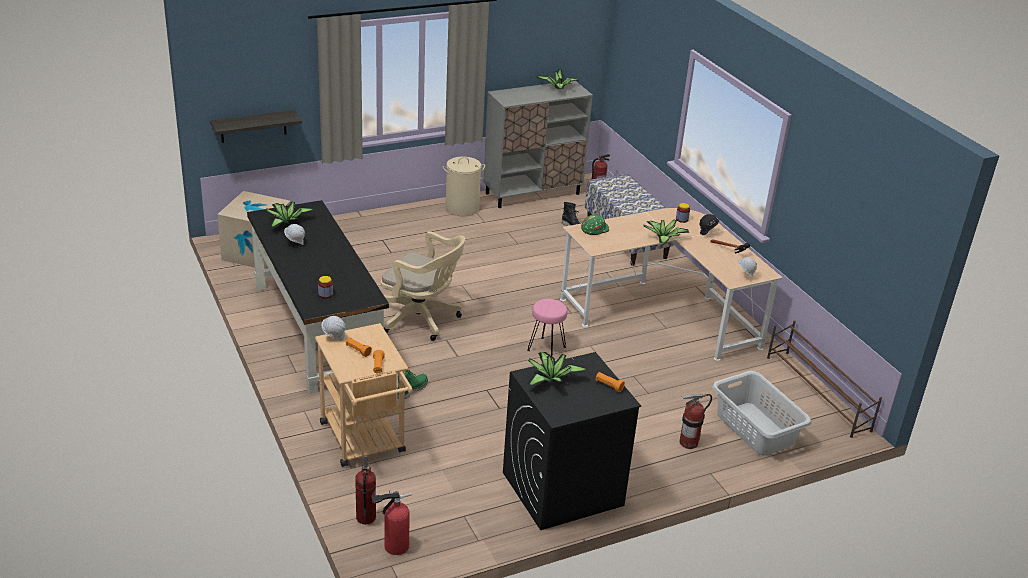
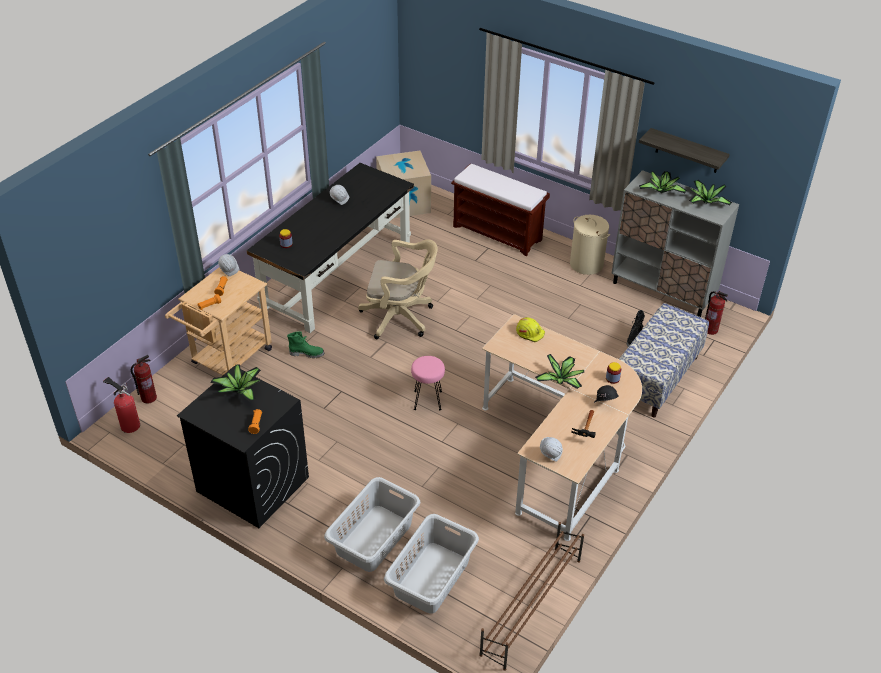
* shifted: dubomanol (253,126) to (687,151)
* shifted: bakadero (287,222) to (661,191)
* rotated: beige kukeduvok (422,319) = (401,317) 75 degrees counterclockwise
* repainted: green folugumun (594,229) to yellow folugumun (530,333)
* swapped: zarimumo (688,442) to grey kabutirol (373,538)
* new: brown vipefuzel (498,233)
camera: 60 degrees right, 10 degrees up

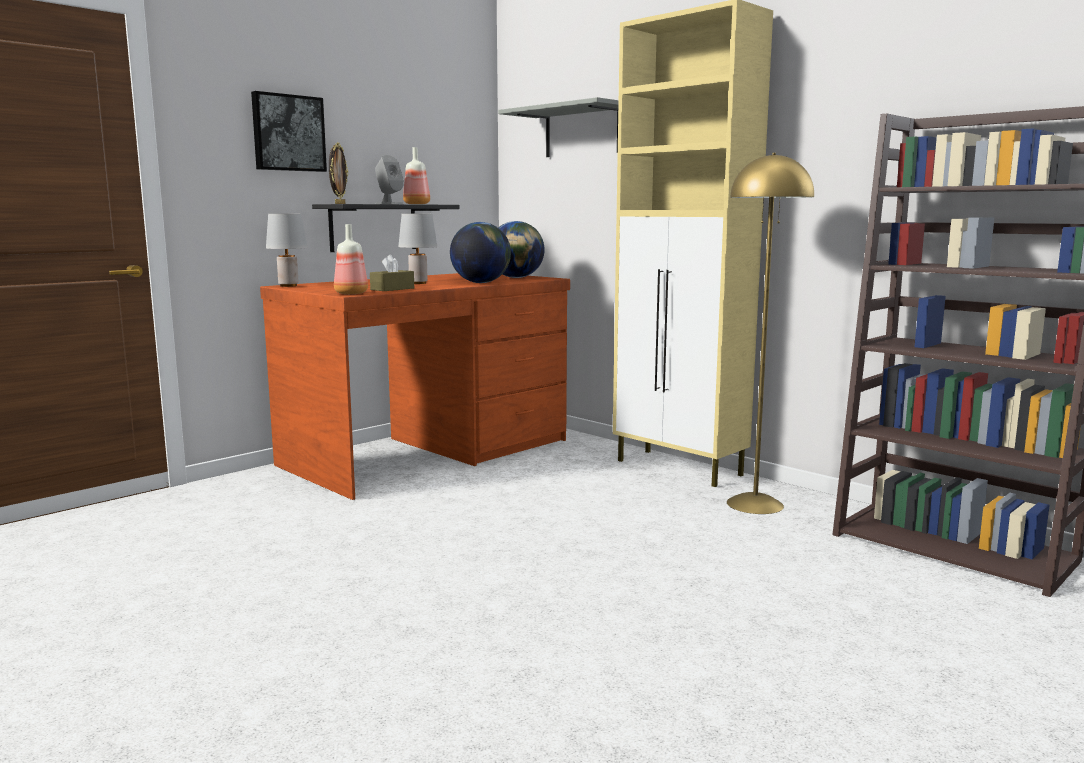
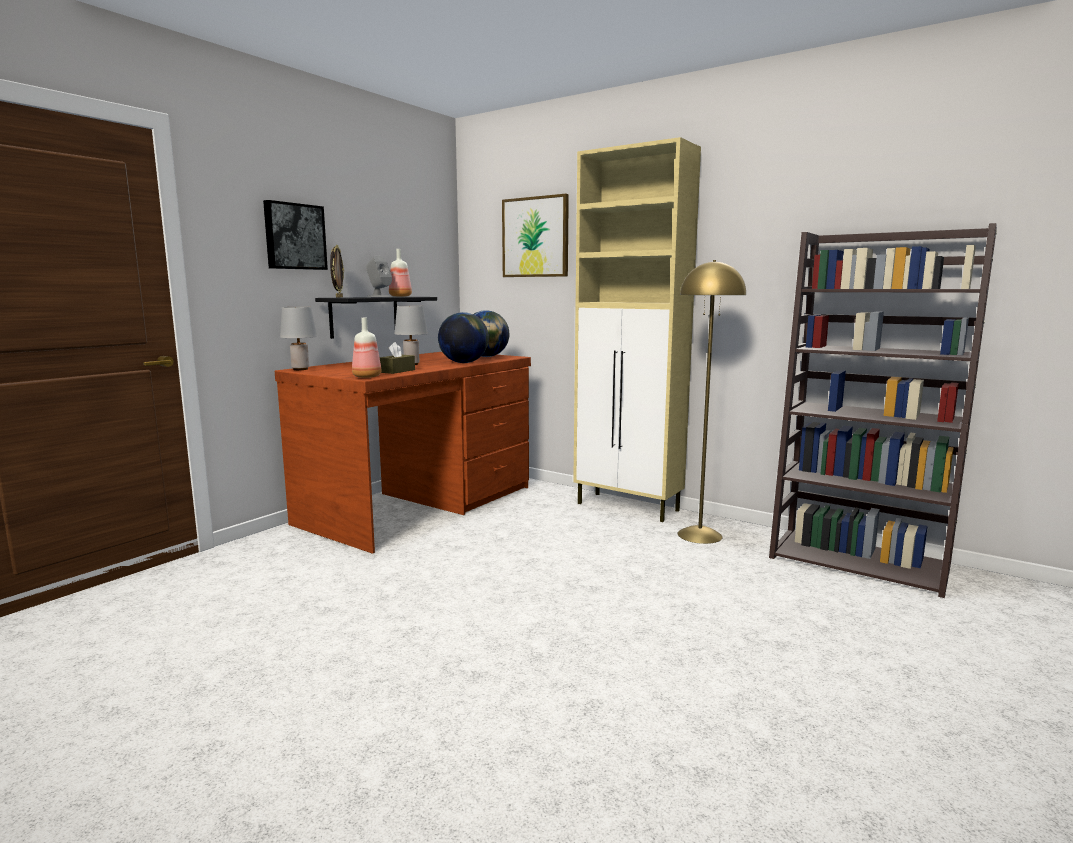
* swapped: grey dubomanol (582,131) to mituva (535,237)
camera: 10 degrees left, 0 degrees up

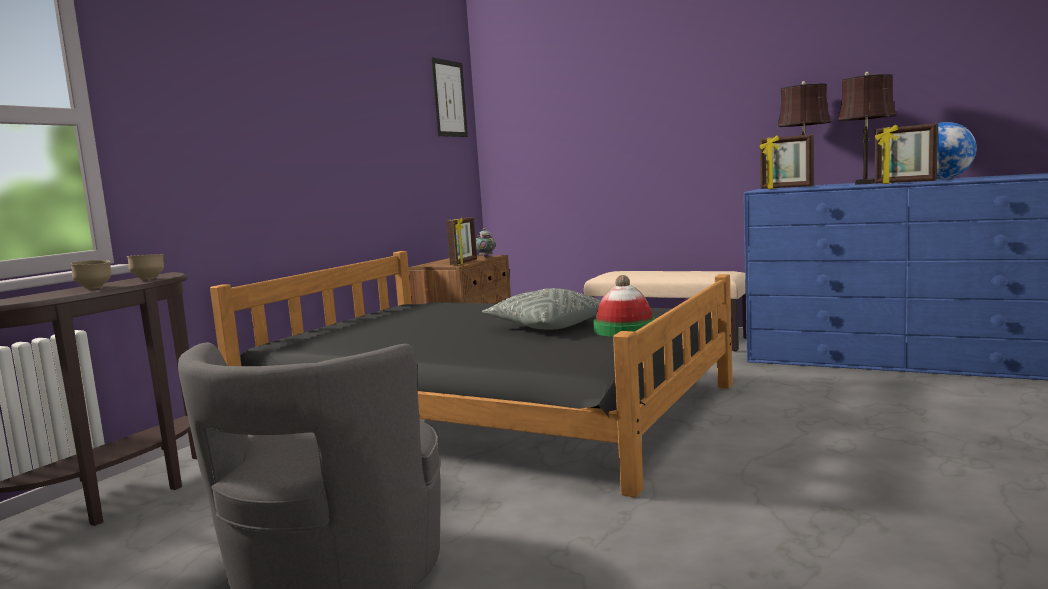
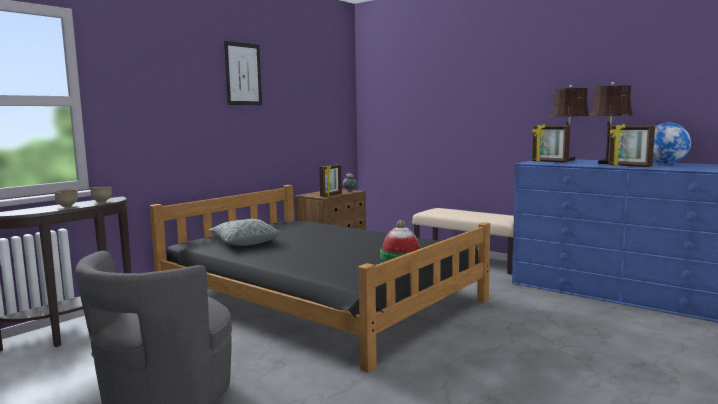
* shifted: mituva (449,98) to (243,74)
* shifted: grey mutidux (545,326) to (244,242)
camera: 10 degrees right, 0 degrees up

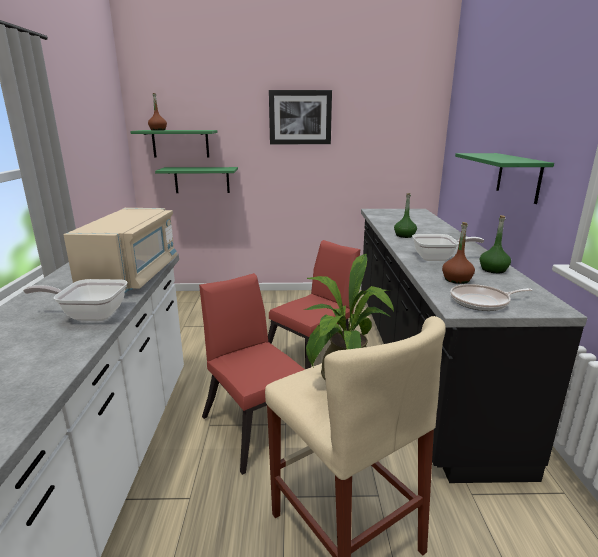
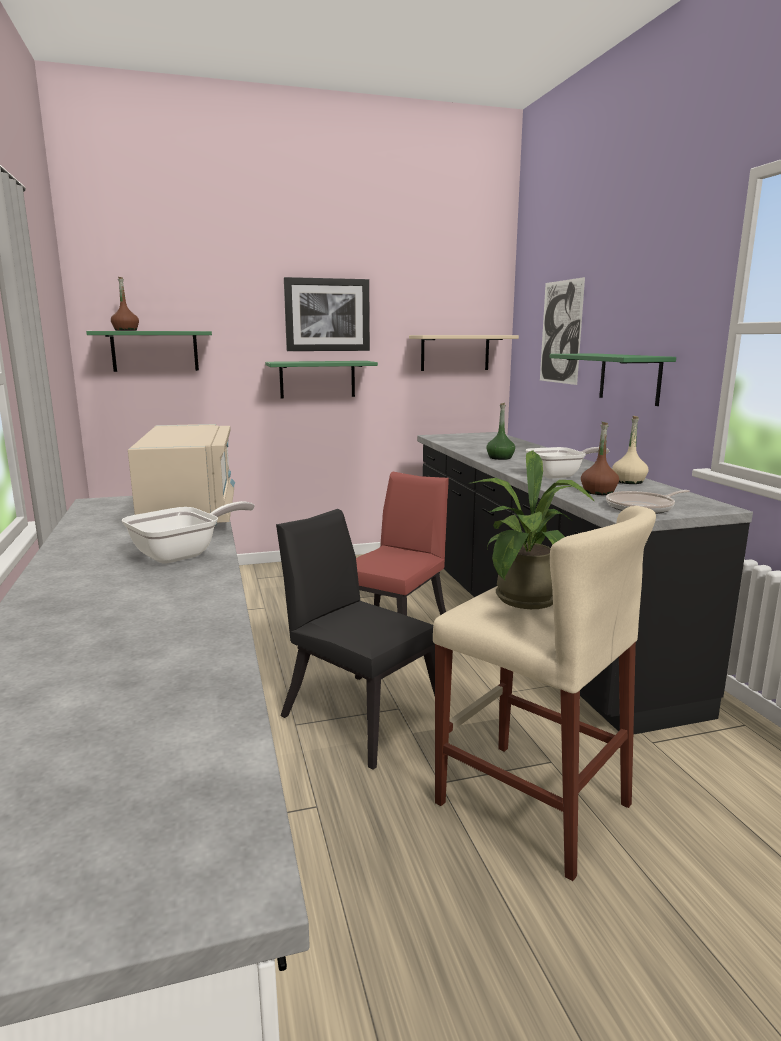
* rotated: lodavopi (89,315) = (183,554) 150 degrees clockwise
* shifted: green dubomanol (202,180) to (317,379)
* repainted: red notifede (255,422) to black notifede (358,712)
* repainted: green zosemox (493,270) to beige zosemox (629,481)
* new: beige dubomanol (455,353)
* new: mituva (561,332)
camera: 15 degrees left, 5 degrees down

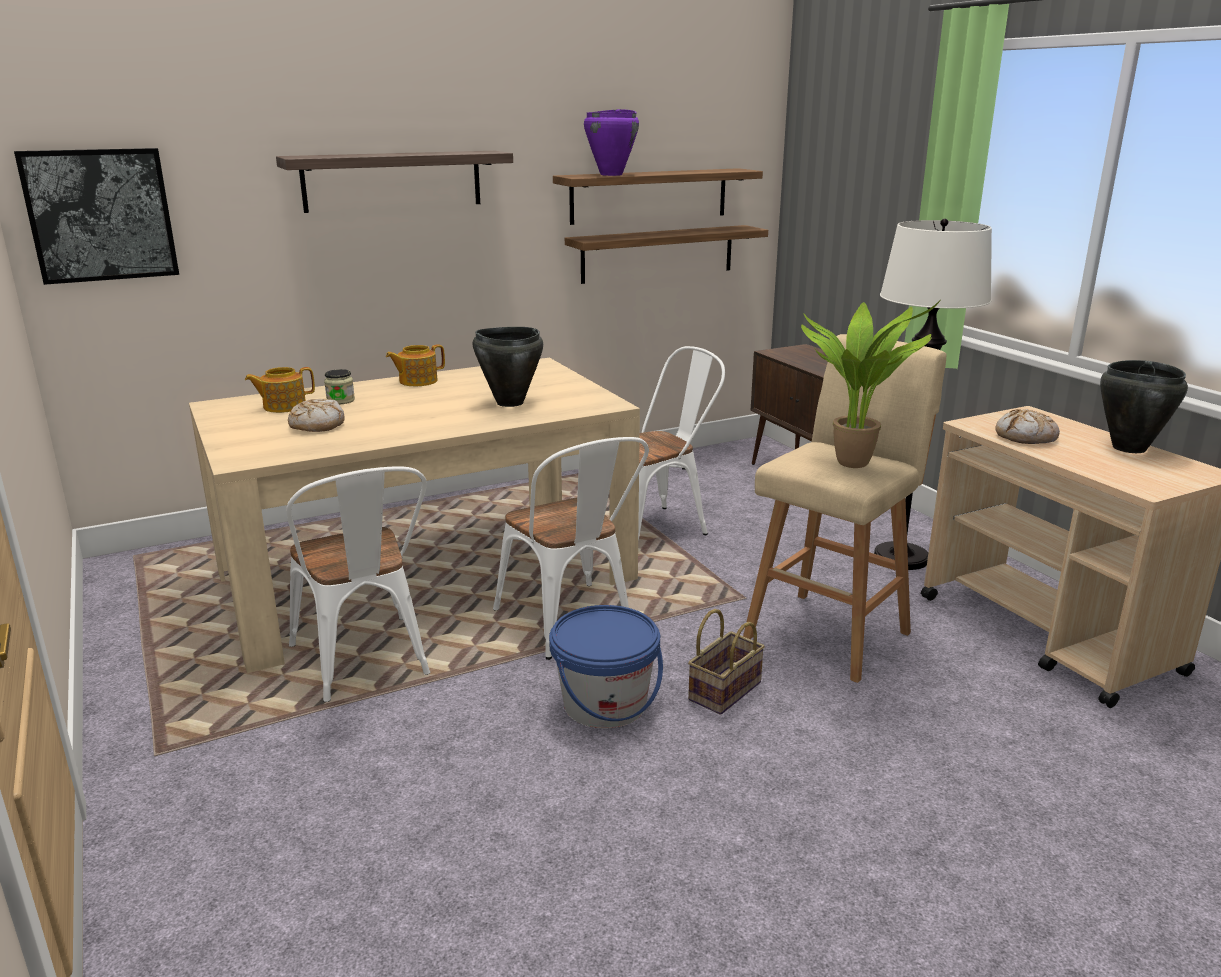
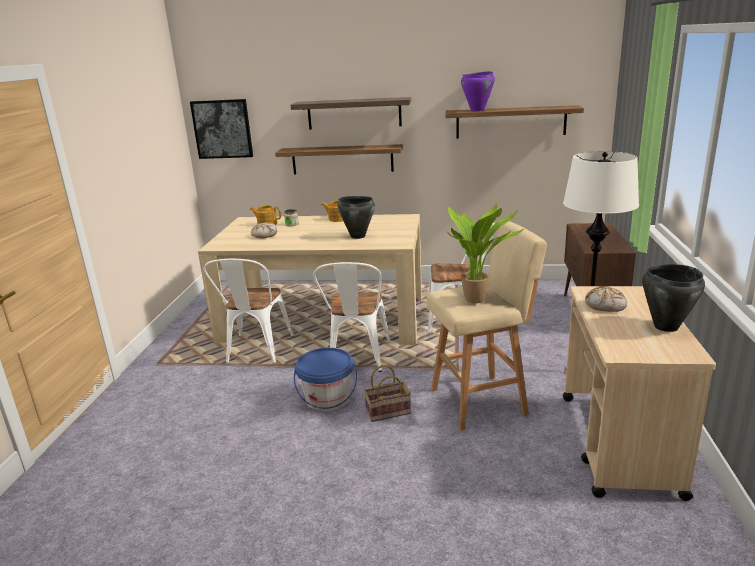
* shifted: dubomanol (658,253) to (342,159)
camera: 35 degrees right, 0 degrees up

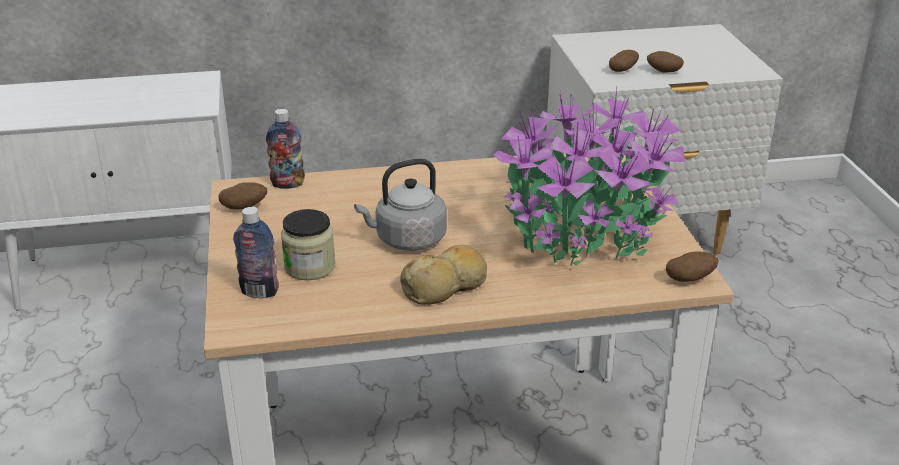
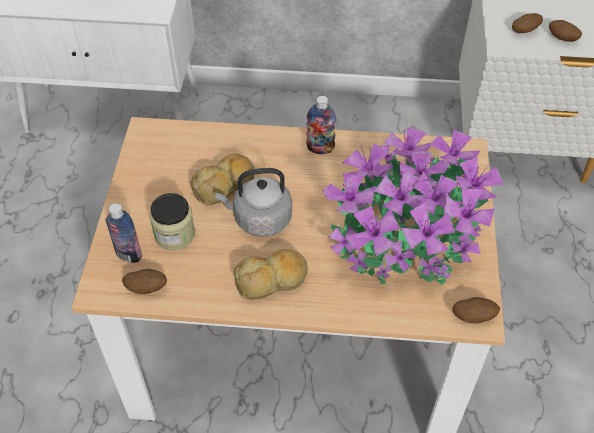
* shifted: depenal (244,208) to (147,288)
* shifted: zosemox (288,184) to (320,148)
* new: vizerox (225,185)
camera: 15 degrees right, 20 degrees up

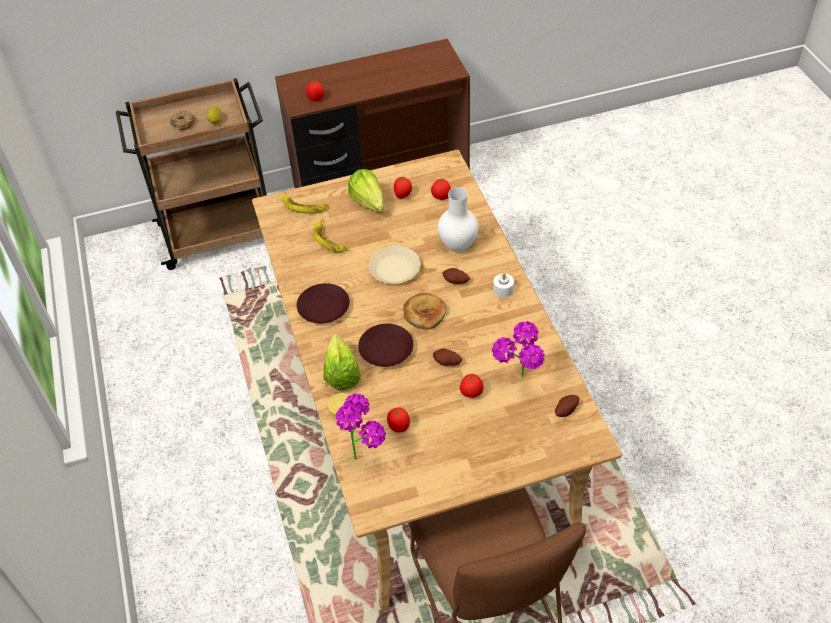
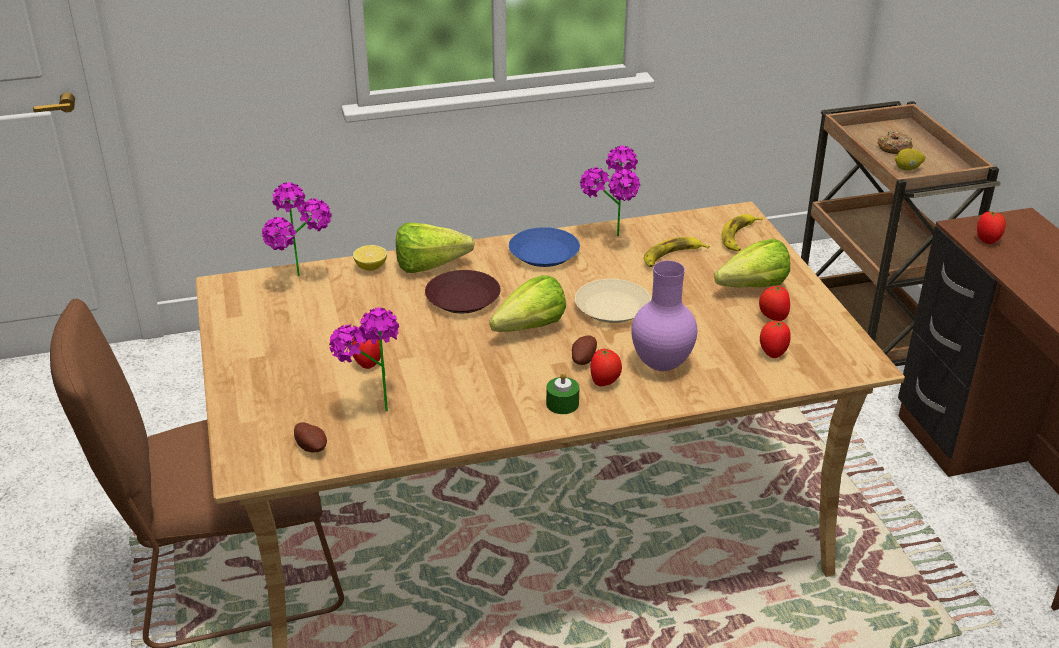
* repainted: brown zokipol (323,307) to blue zokipol (544,253)
* shifted: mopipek (398,427) to (605,382)
* swapped: vizerox (424,313) to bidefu (523,330)
* gone: depenal (447,363)
* repainted: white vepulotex (459,245) to purple vepulotex (661,366)
* repainted: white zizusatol (503,290) to green zizusatol (562,404)
* new: bakadero (611,240)
camera: 90 degrees right, 15 degrees down

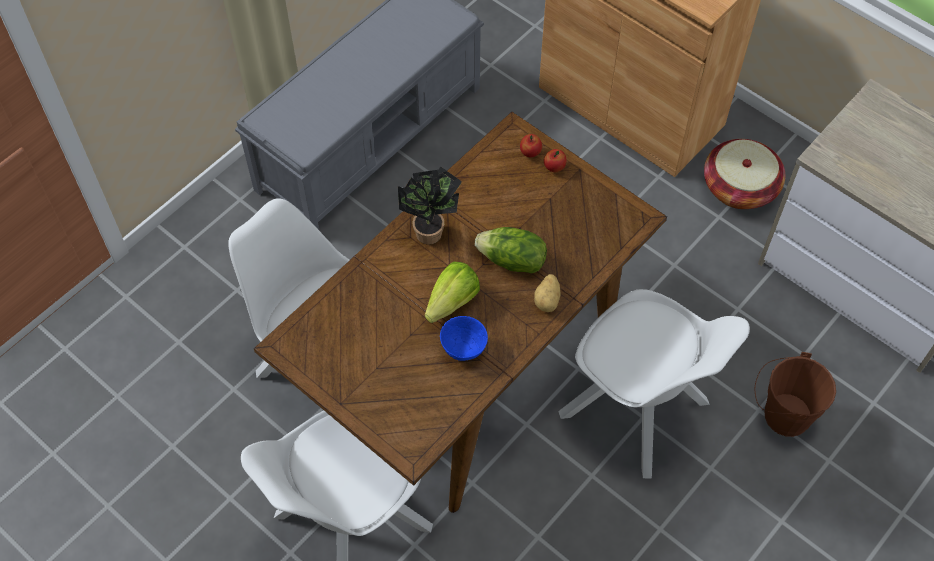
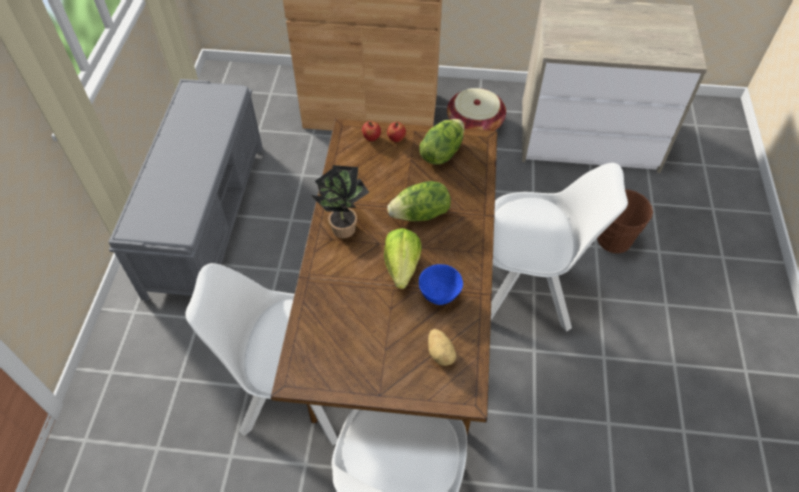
* shifted: depenal (548,300) to (441,353)
* new: bidefu (441,152)
camera: 35 degrees left, 5 degrees down

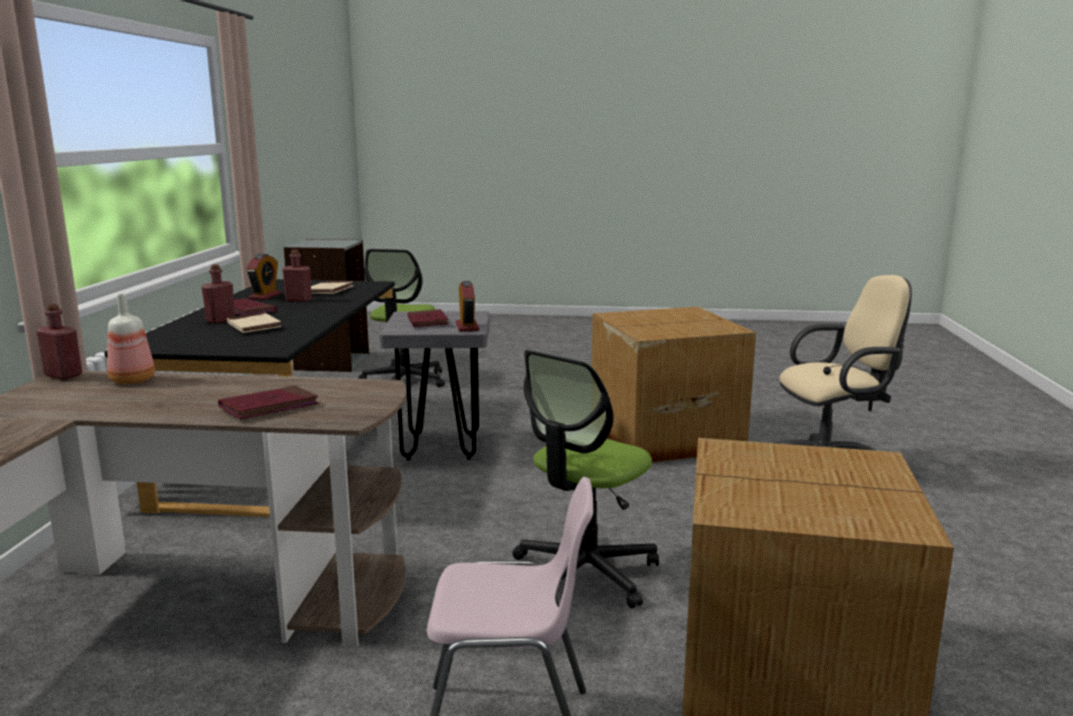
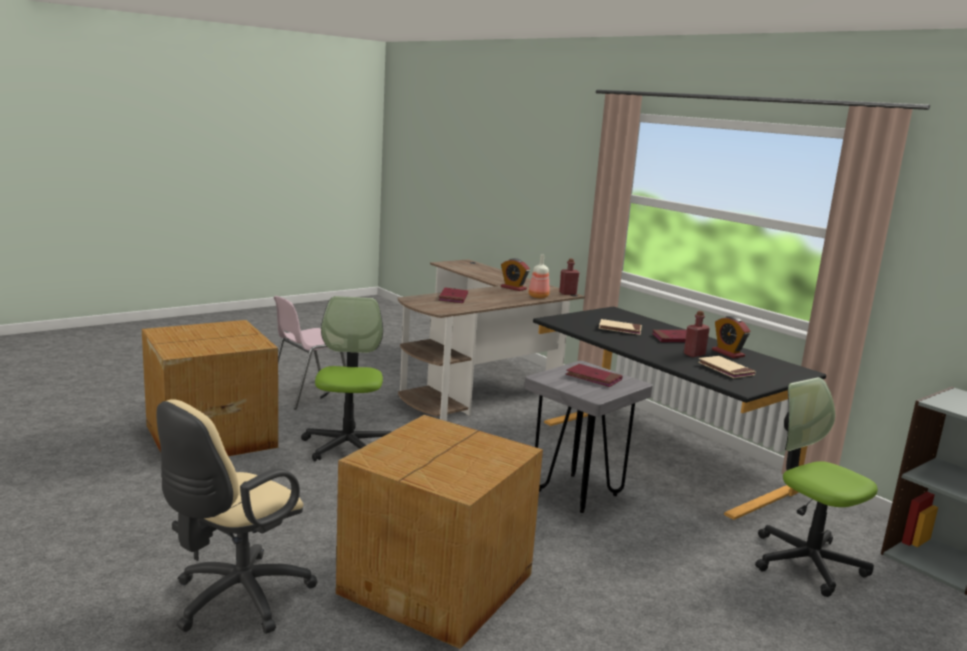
* gone: red zosemox (220,320)
* shifted: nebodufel (467,327) to (513,288)
camera: 135 degrees right, 0 degrees up

